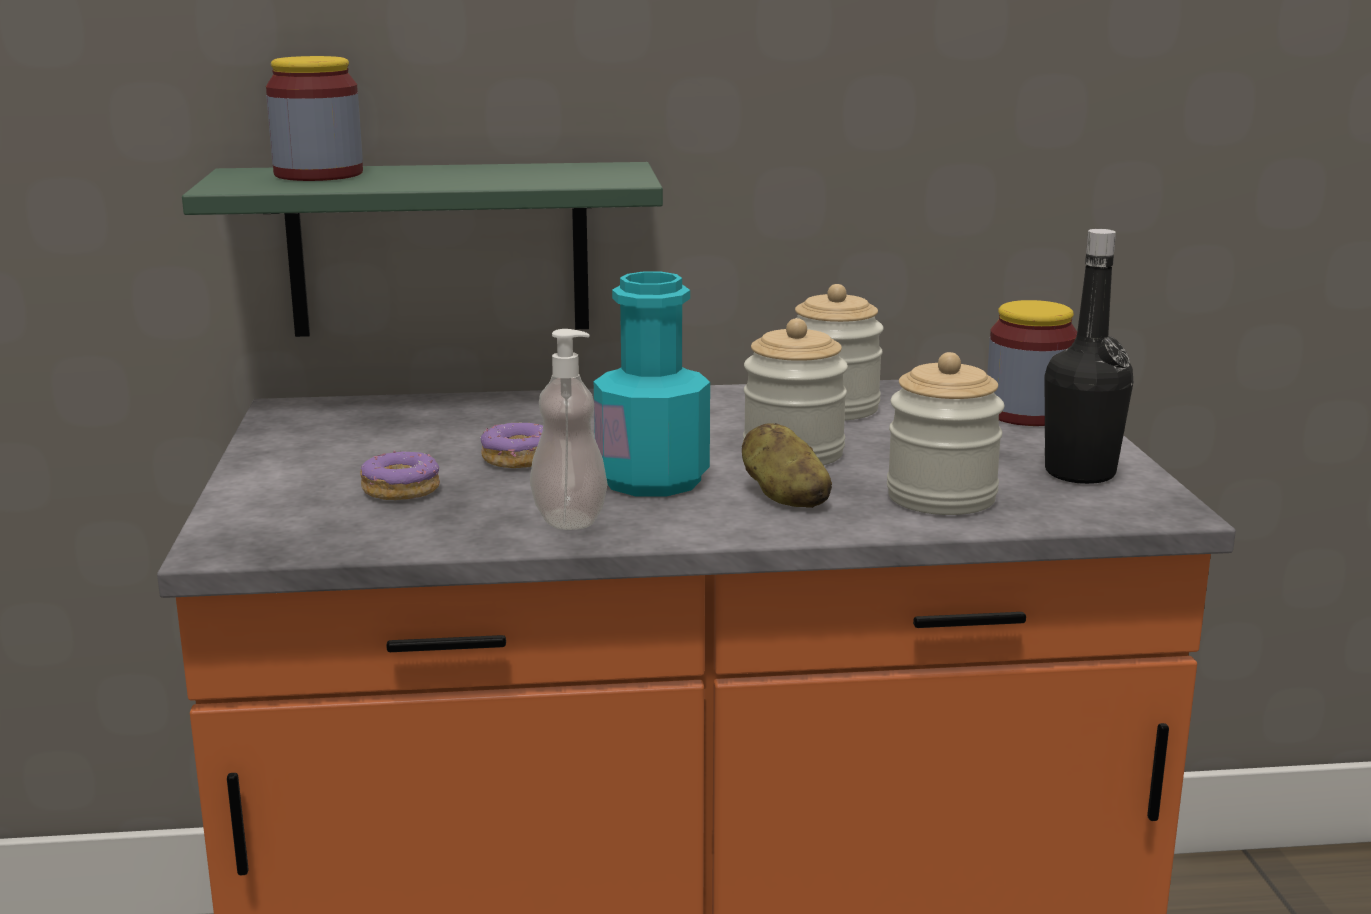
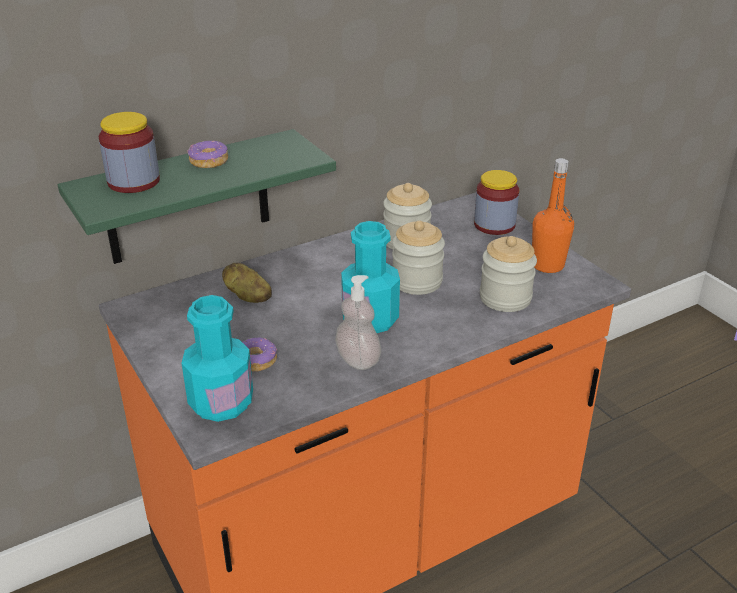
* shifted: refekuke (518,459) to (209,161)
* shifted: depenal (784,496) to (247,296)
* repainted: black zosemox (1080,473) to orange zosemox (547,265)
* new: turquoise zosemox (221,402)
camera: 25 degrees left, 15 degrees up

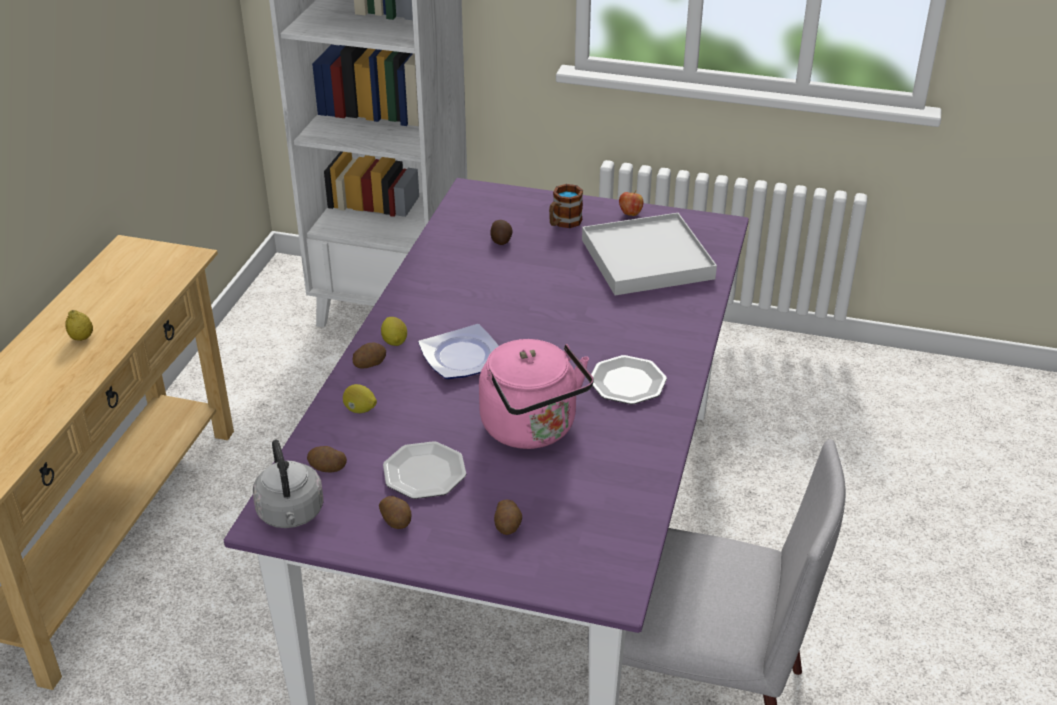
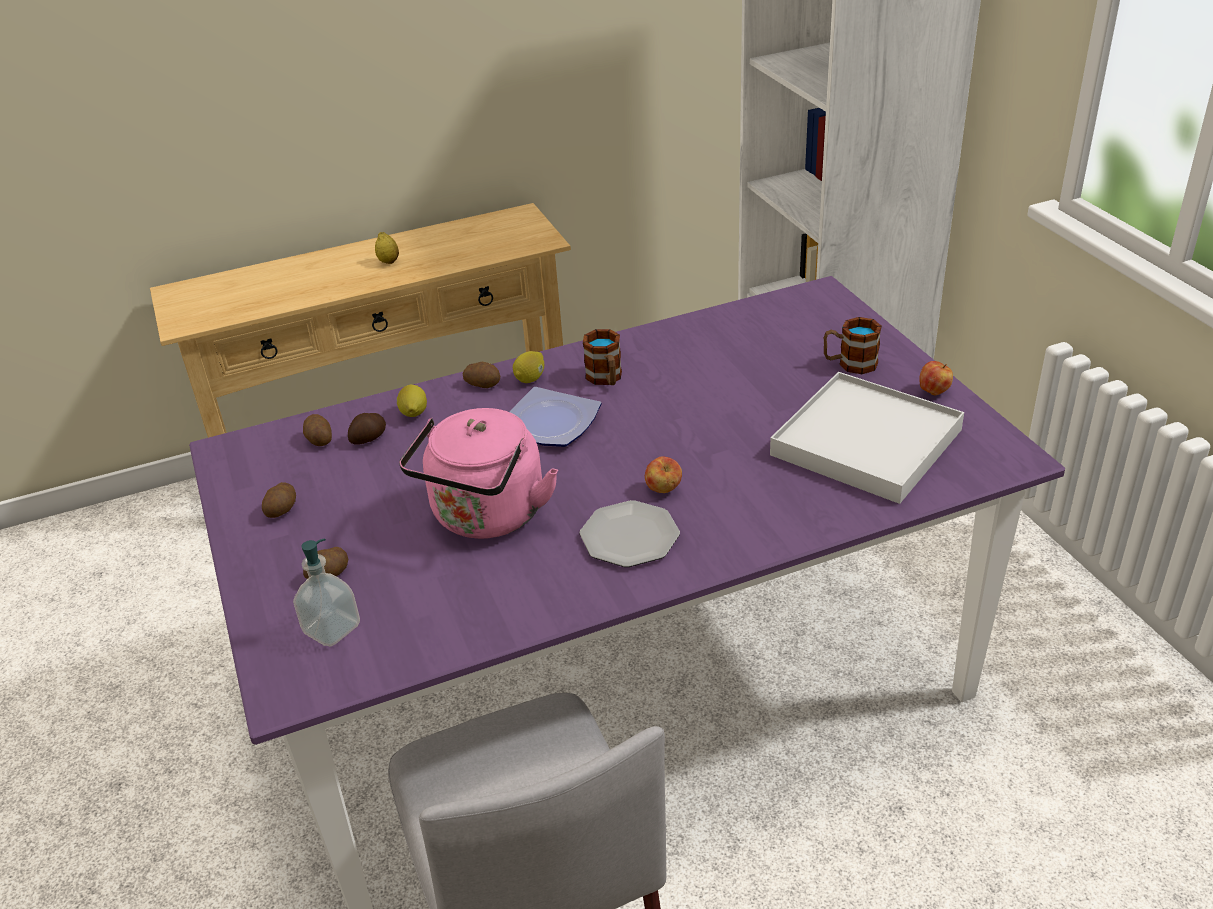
* gone: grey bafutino (291,514)
* gone: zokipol (425,473)
* shifted: depenal (501,239) to (369,438)
* new: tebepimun (332,629)
* new: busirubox (606,379)
* new: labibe (663,489)
camera: 55 degrees right, 0 degrees up

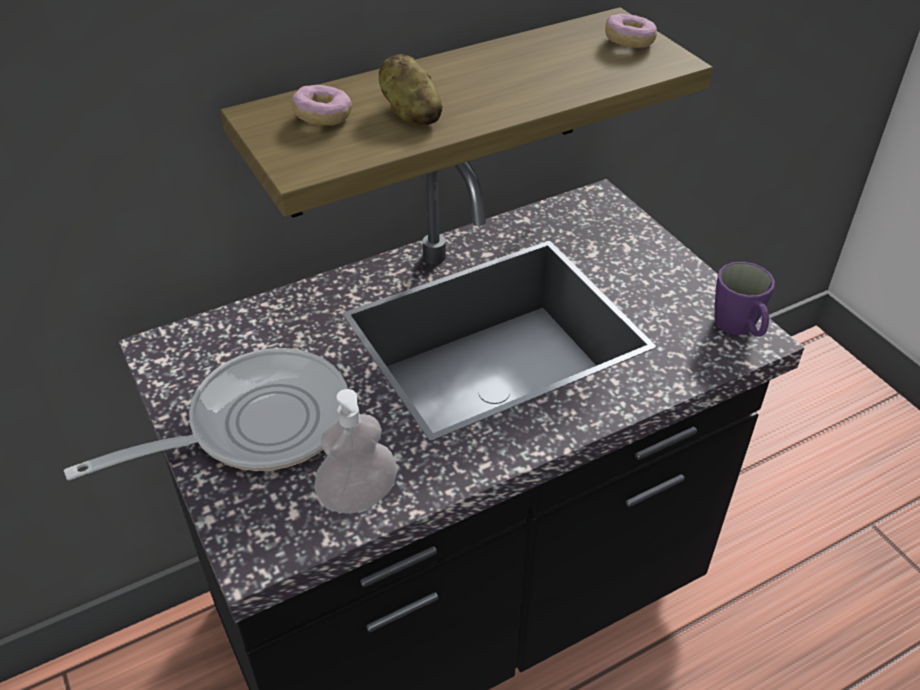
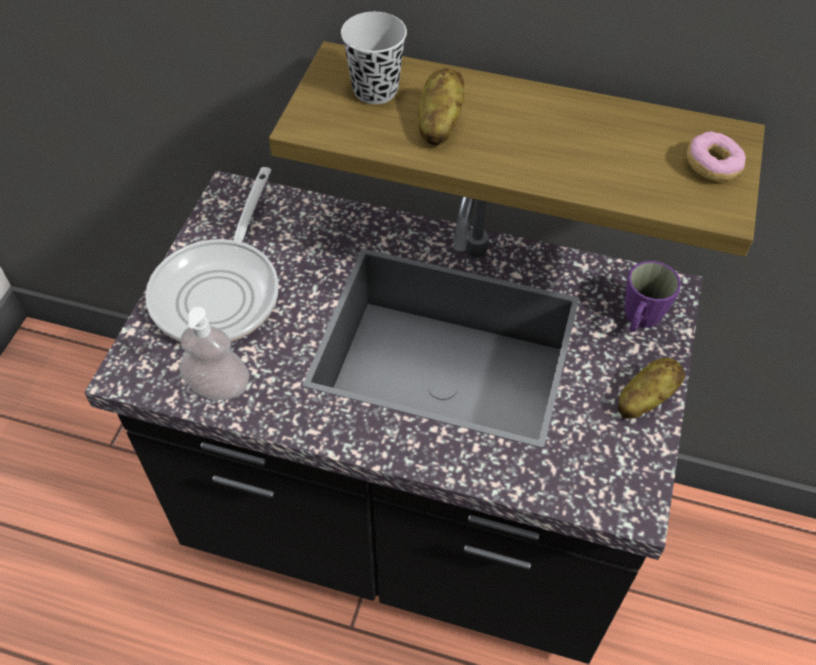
* rotated: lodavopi (256,424) = (221,290) 90 degrees clockwise
* swapped: refekuke (323,117) to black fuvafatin (375,90)
* shifted: purple busirubox (739,328) to (639,320)
* new: depenal (644,399)
camera: 45 degrees right, 10 degrees up

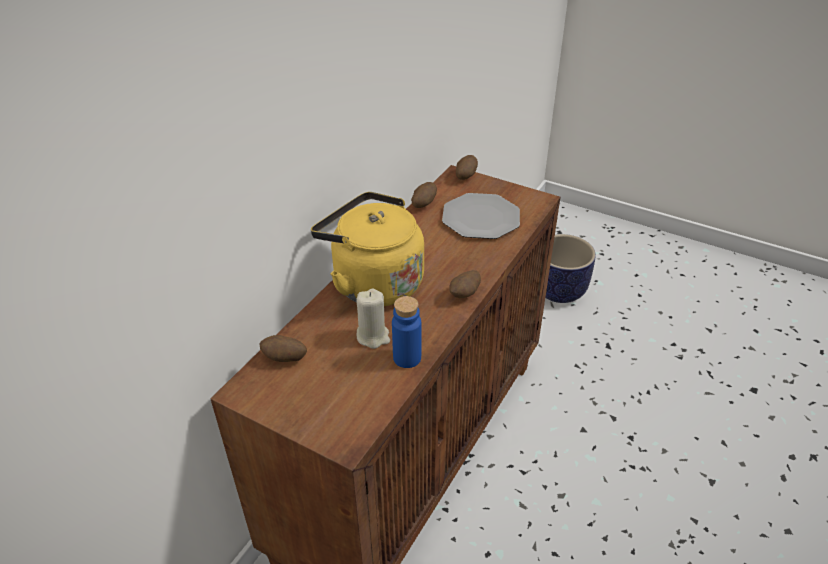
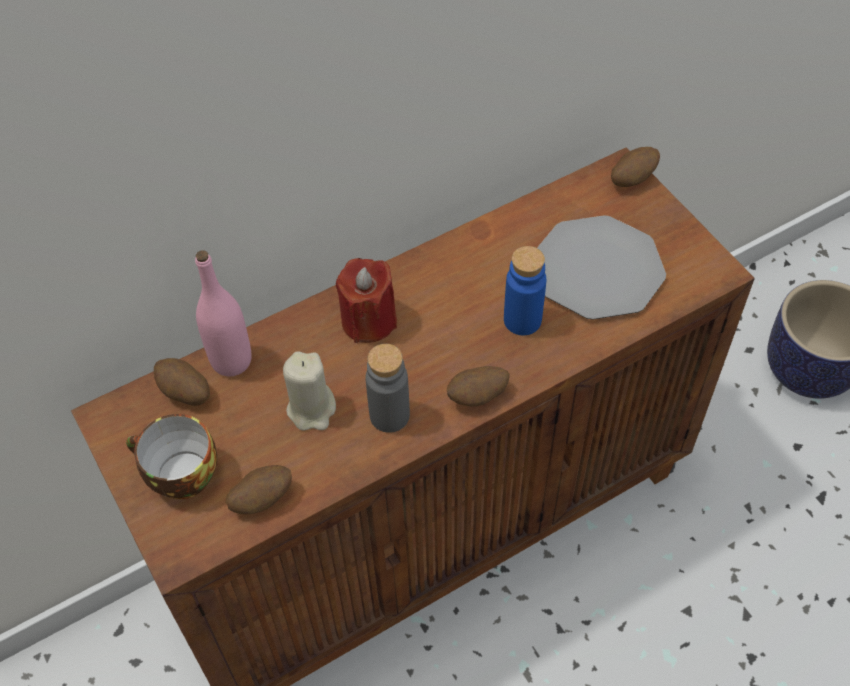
* swapped: yellow bafutino (373,283) to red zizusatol (369,321)
* shifted: blue zosemox (407,358) to (522,320)
* shifted: depenal (423,204) to (262,499)
* new: fuvafatin (179,476)
* new: pink zosemox (231,361)
* new: grey zosemox (389,415)
camera: 30 degrees right, 15 degrees up

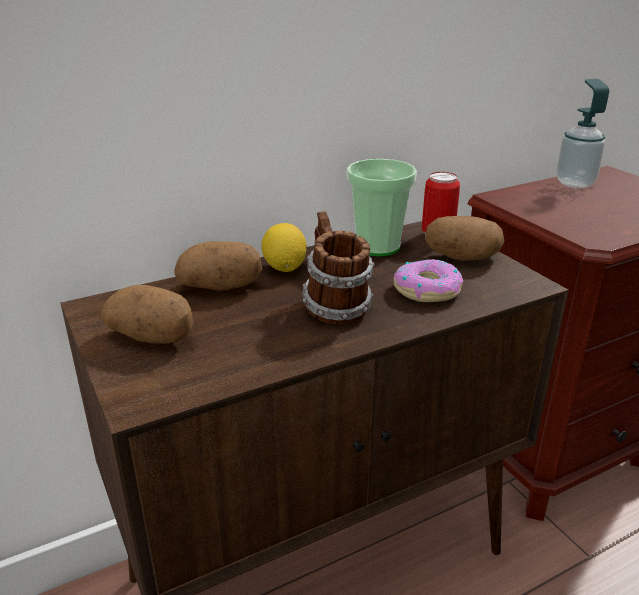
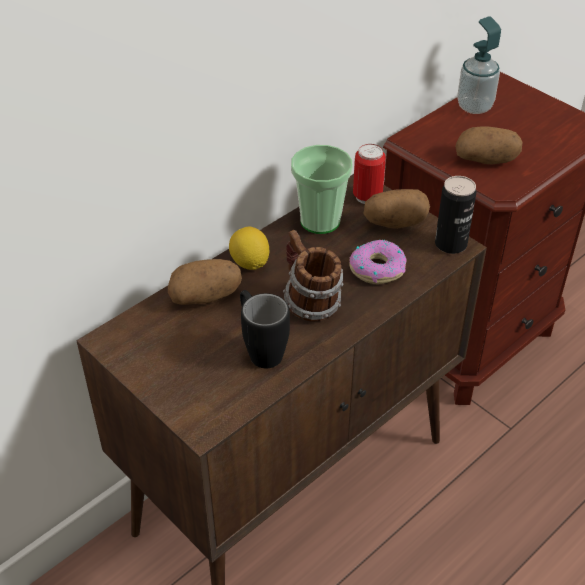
* shifted: depenal (153,337) to (486,160)
* new: black busirubox (260,349)
* new: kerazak (450,244)
camera: 15 degrees left, 15 degrees up

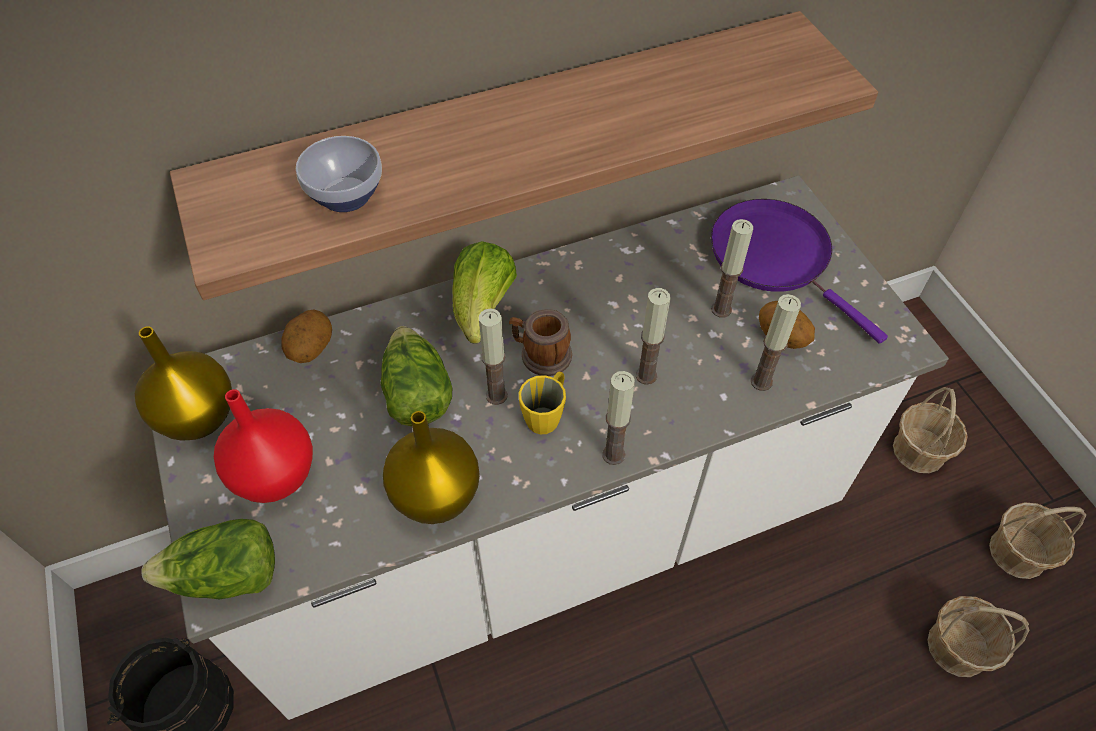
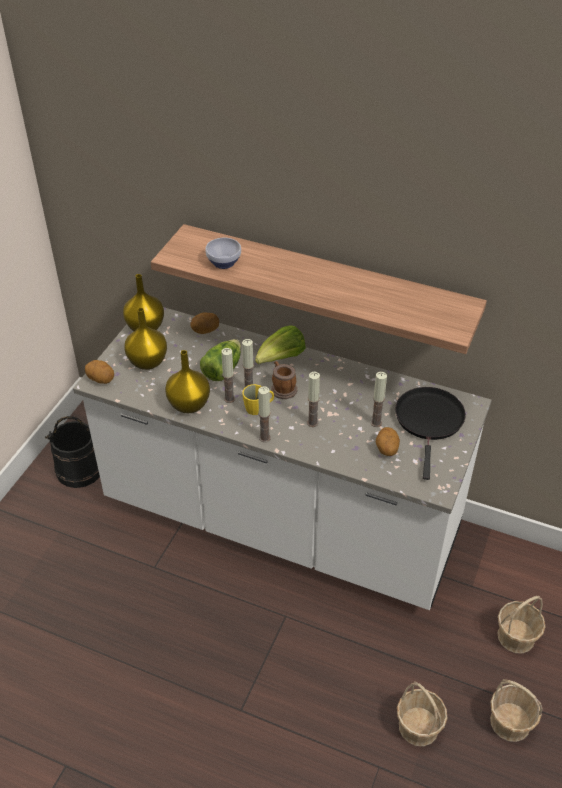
* swapped: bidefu (226,576) to depenal (101,379)
* repainted: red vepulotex (277,477) to yellow vepulotex (148,362)
* repainted: purple lodavopi (776,257) to black lodavopi (429,421)
* shifted: zizusatol (761,381) to (229,399)
camera: 45 degrees right, 10 degrees down

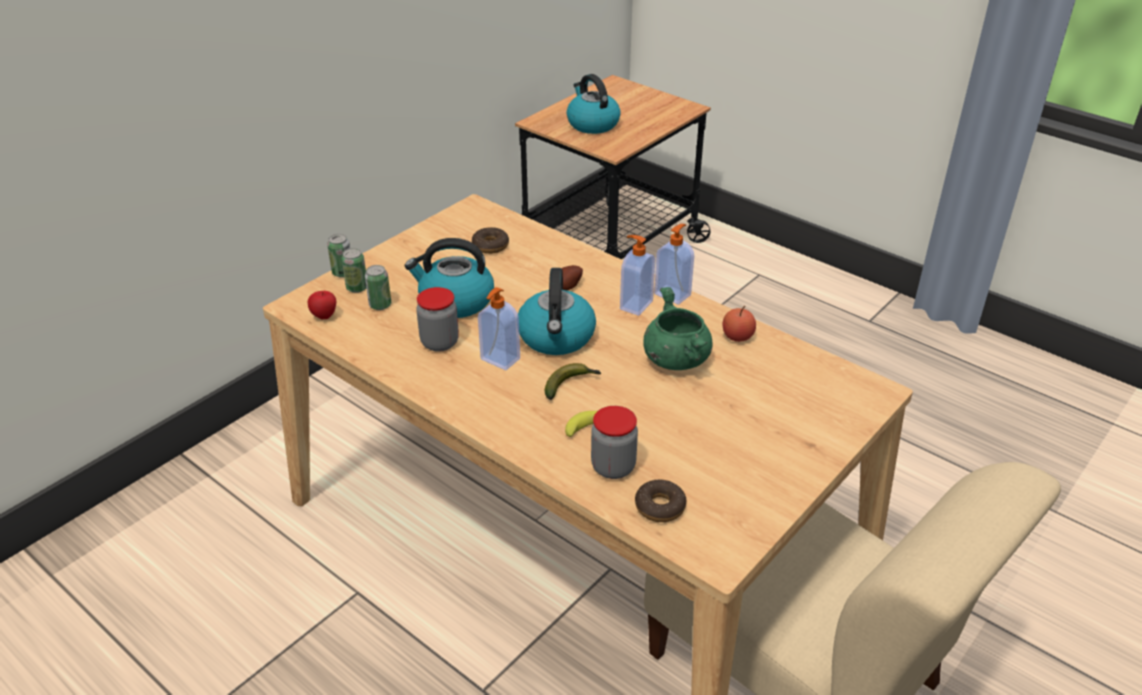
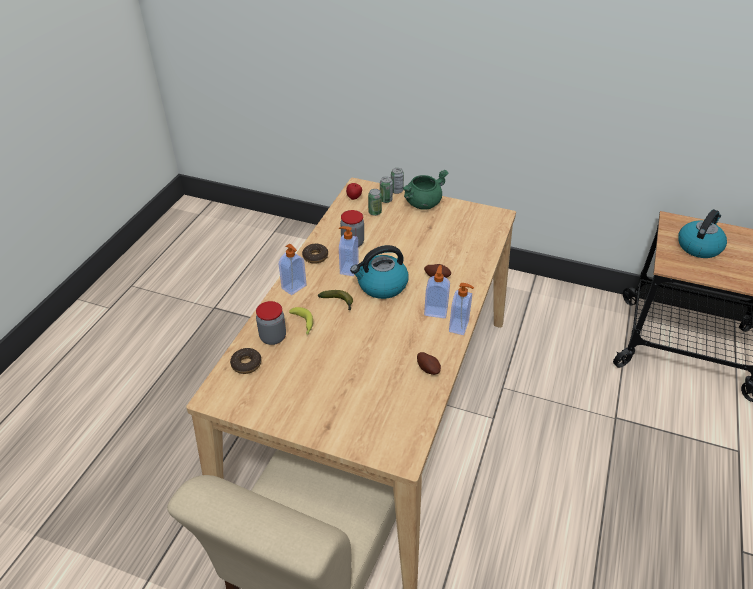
* gone: bafutino (455,301)
* shifted: refekuke (490,245) to (315,256)
* shifted: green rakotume (675,359) to (423,203)
* swapped: labibe (737,337) to depenal (428,369)
* new: tebepimun (294,287)
camera: 70 degrees right, 5 degrees up

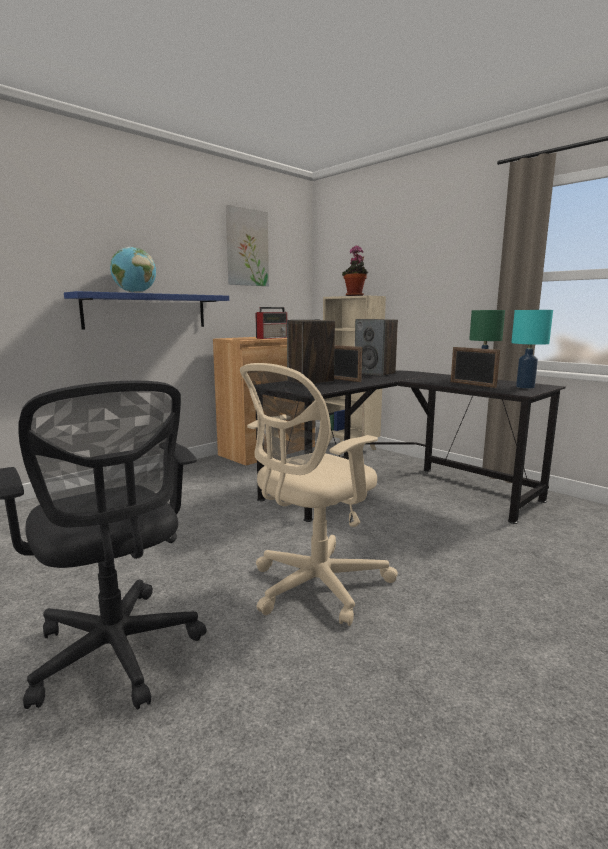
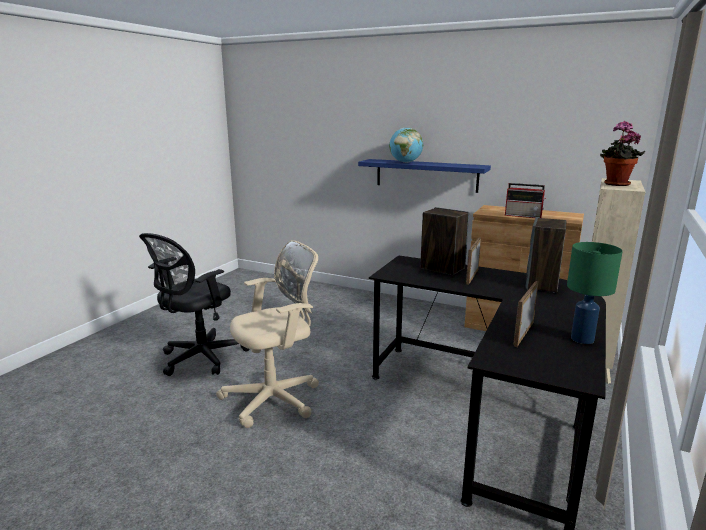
* gone: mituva (246,248)
* rotated: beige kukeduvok (314,587) = (276,398) 120 degrees clockwise
* gone: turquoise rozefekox (525,387)
camera: 70 degrees right, 5 degrees up

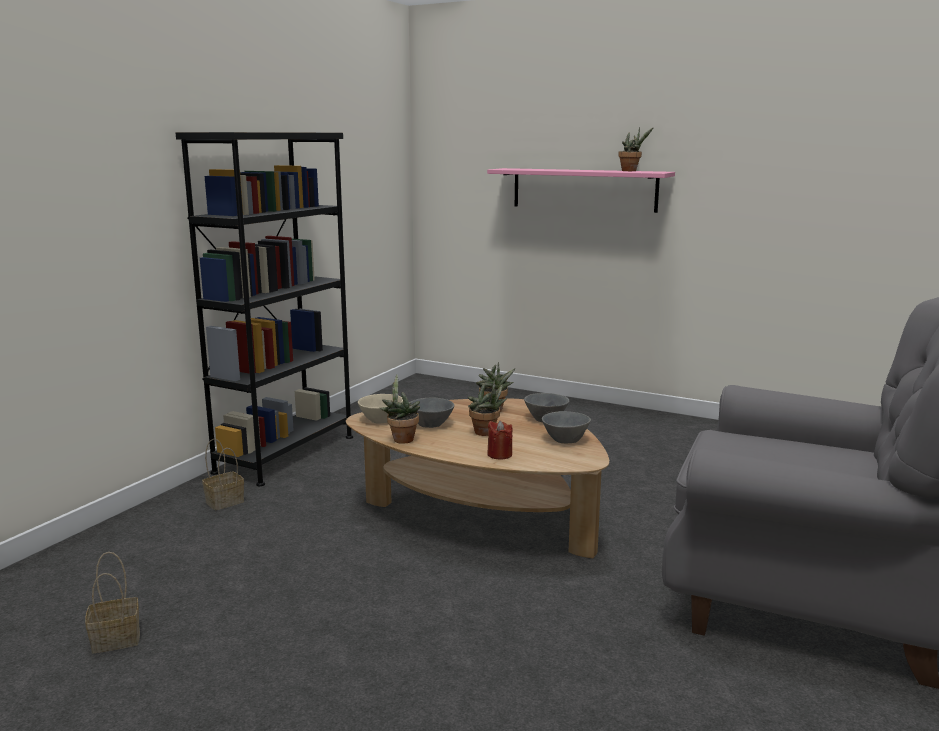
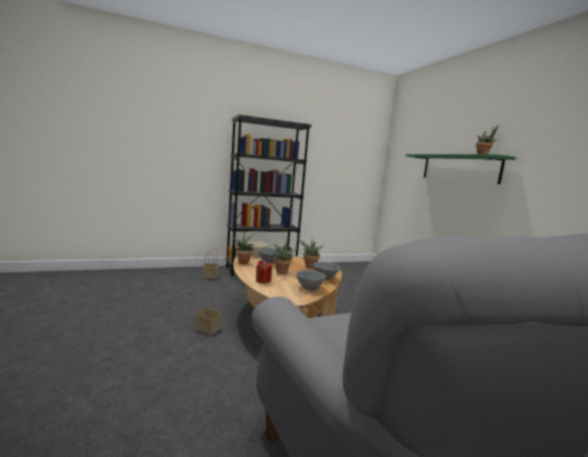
* shifted: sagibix (118,639) to (208,328)
* repainted: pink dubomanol (584,189) to green dubomanol (459,168)
camera: 40 degrees right, 5 degrees down

